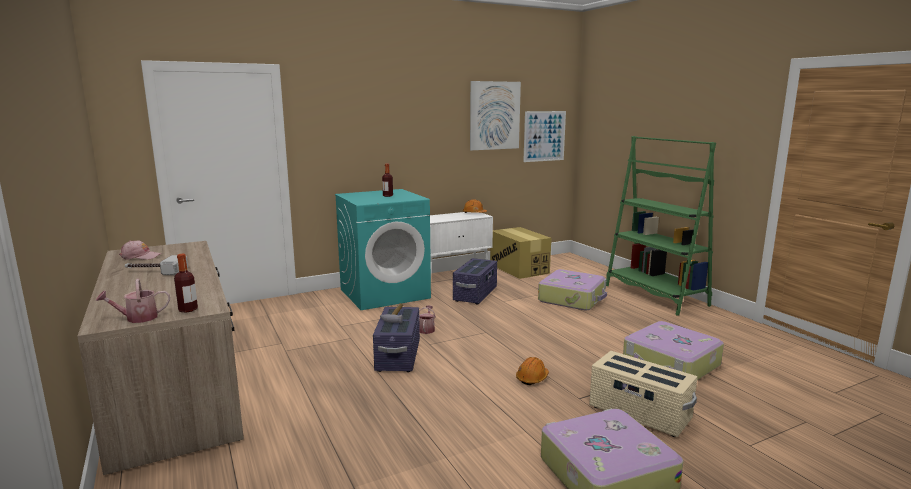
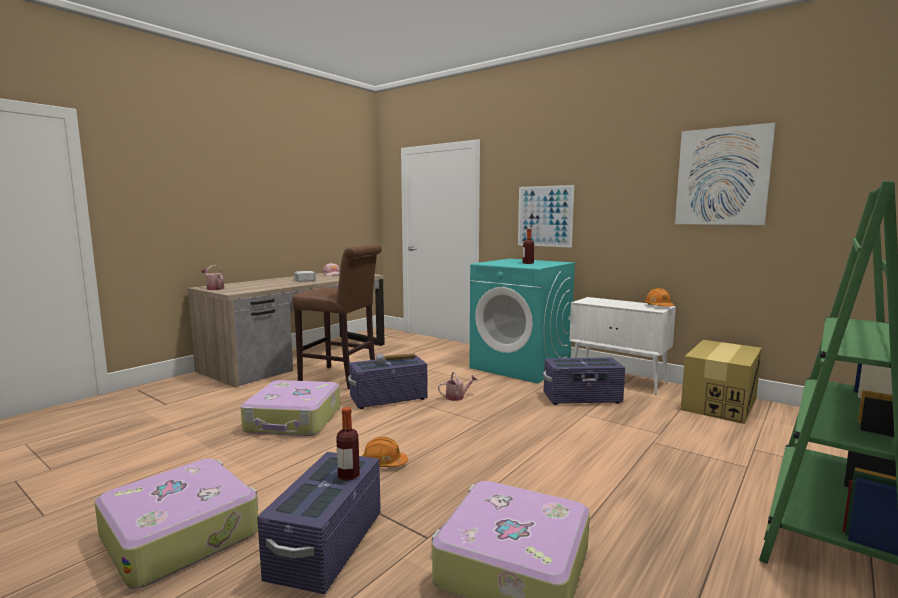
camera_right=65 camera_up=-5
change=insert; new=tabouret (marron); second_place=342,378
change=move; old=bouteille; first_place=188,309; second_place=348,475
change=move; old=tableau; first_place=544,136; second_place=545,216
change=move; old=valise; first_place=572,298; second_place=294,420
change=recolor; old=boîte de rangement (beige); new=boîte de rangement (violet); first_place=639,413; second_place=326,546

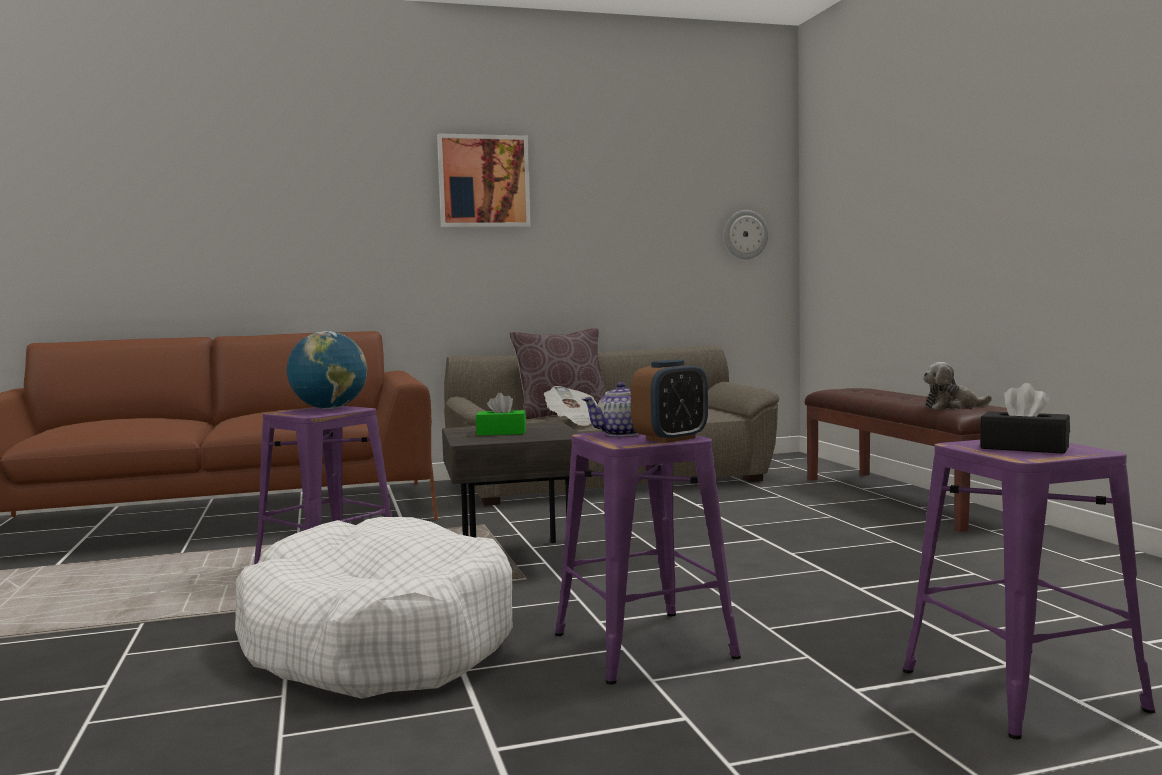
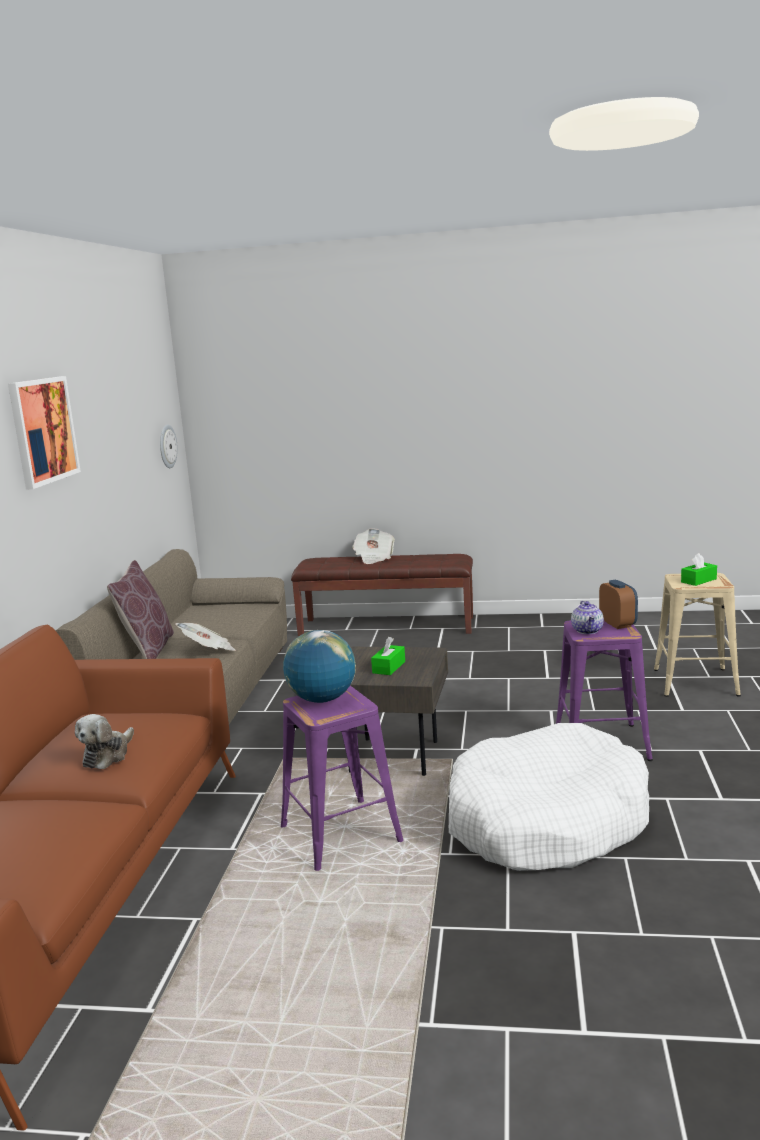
camera_right=-65 camera_up=10
change=insert; new=journal; second_place=374,558
change=move; old=peluche; first_place=952,407; second_place=107,755
change=recolor; old=tabouret (violet); new=tabouret (beige); first_place=1023,689; second_place=695,681
change=recolor; old=boîte à mouchoirs (noir); new=boîte à mouchoirs (vert); first_place=1024,448; second_place=698,580

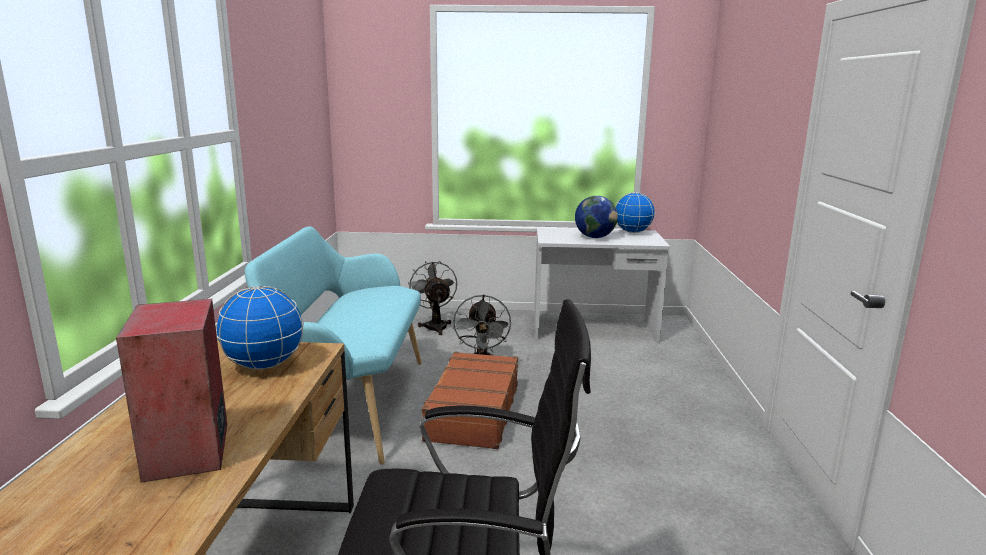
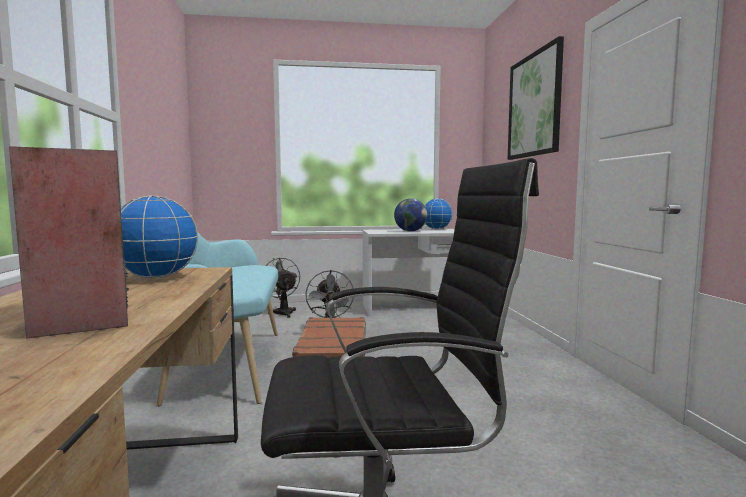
camera_right=-10 camera_up=-10
change=insert; new=tableau; second_place=534,105

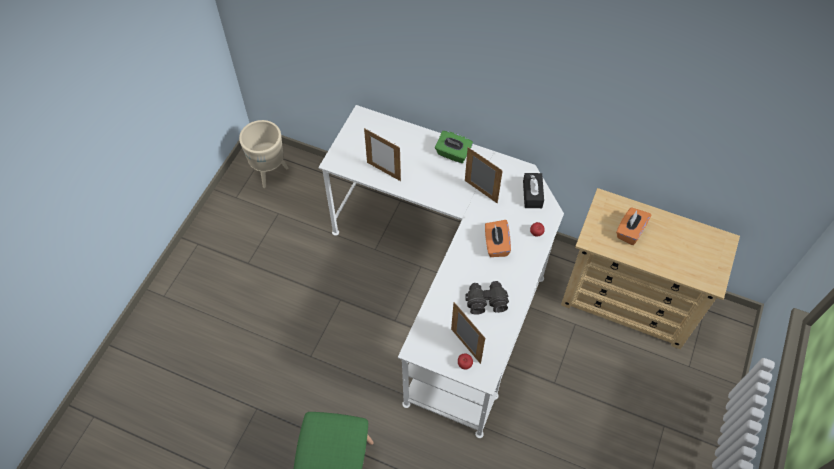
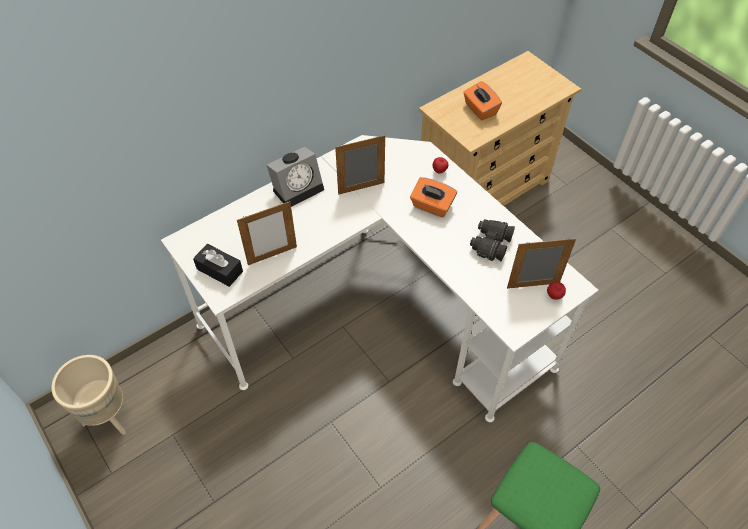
camera_right=-60 camera_up=-5
change=move; old=boîte à mouchoirs (noir); first_place=532,194; second_place=219,270
change=replace; old=boîte à mouchoirs (vert); new=réveil; first_place=453,154; second_place=298,188

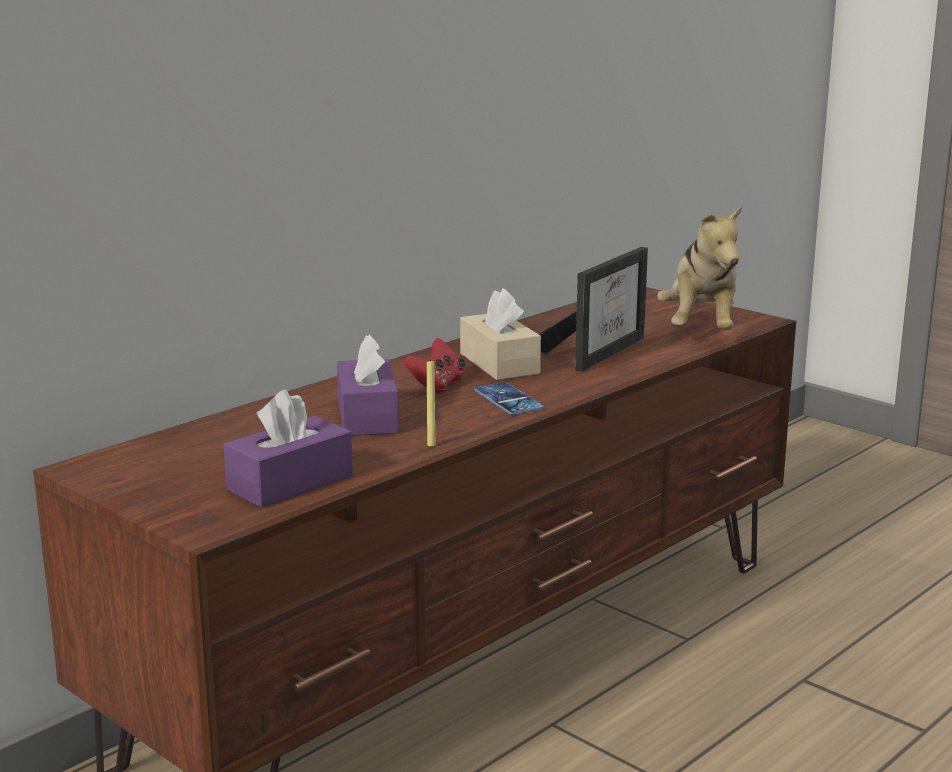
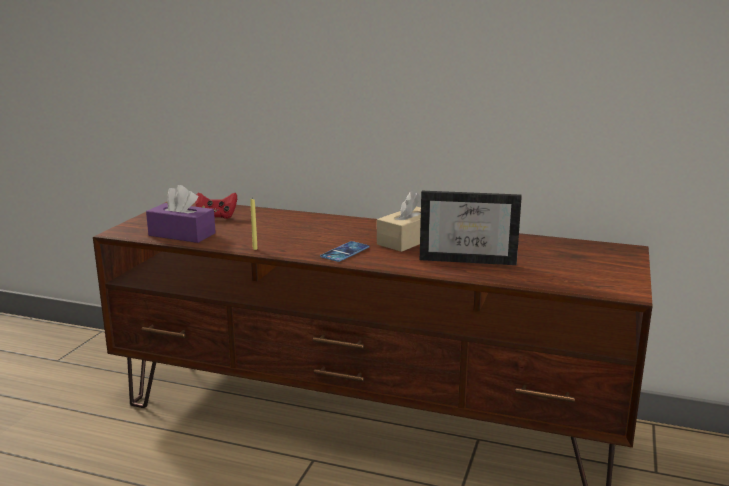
camera_right=65 camera_up=0
change=delete; old=boîte à mouchoirs (violet); first_place=367,417
change=delete; old=peluche; first_place=701,329
change=move; old=manette (rouge); first_place=437,386; second_place=216,217

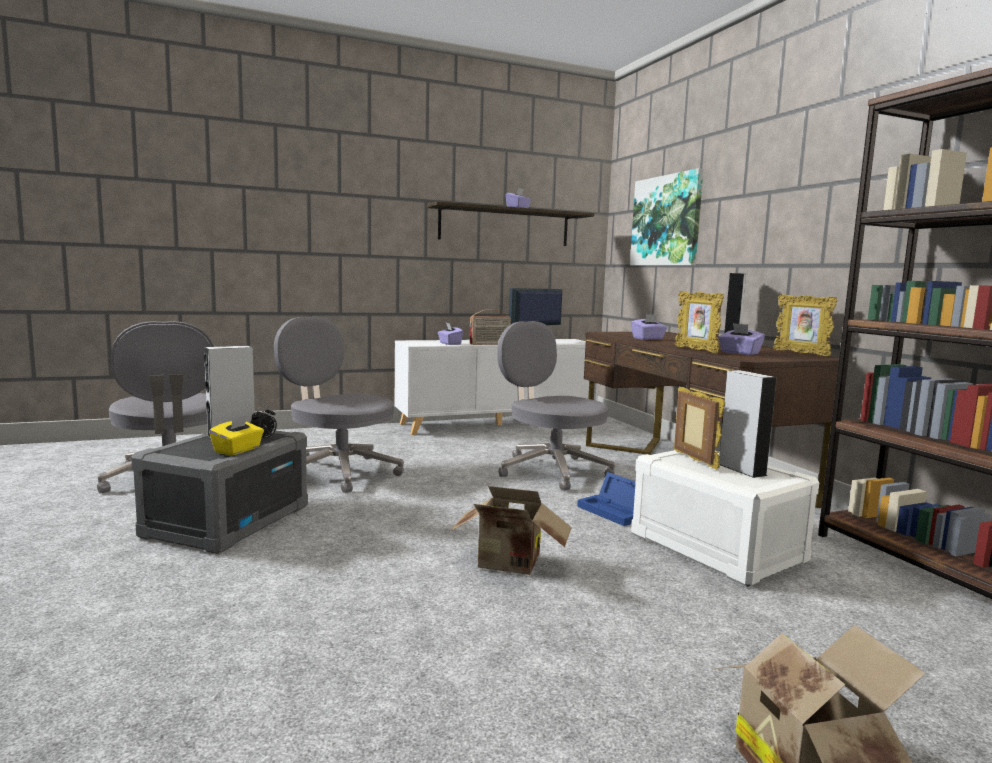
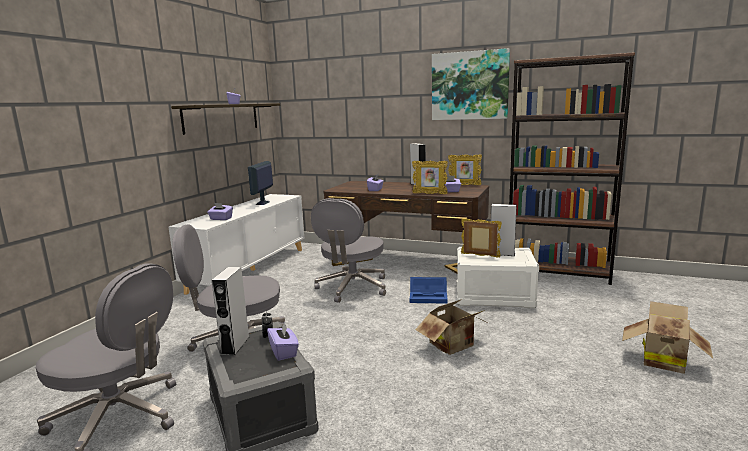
camera_right=-45 camera_up=5
change=delete; old=radio; first_place=490,344
change=move; old=tableau; first_place=666,221; second_place=469,86
change=recolor; old=boîte à mouchoirs (jaune); new=boîte à mouchoirs (violet); first_place=238,450; second_place=284,352
change=rotate; old=chaise de bureau (gris); first_place=551,470; second_place=352,288; degrees=-75

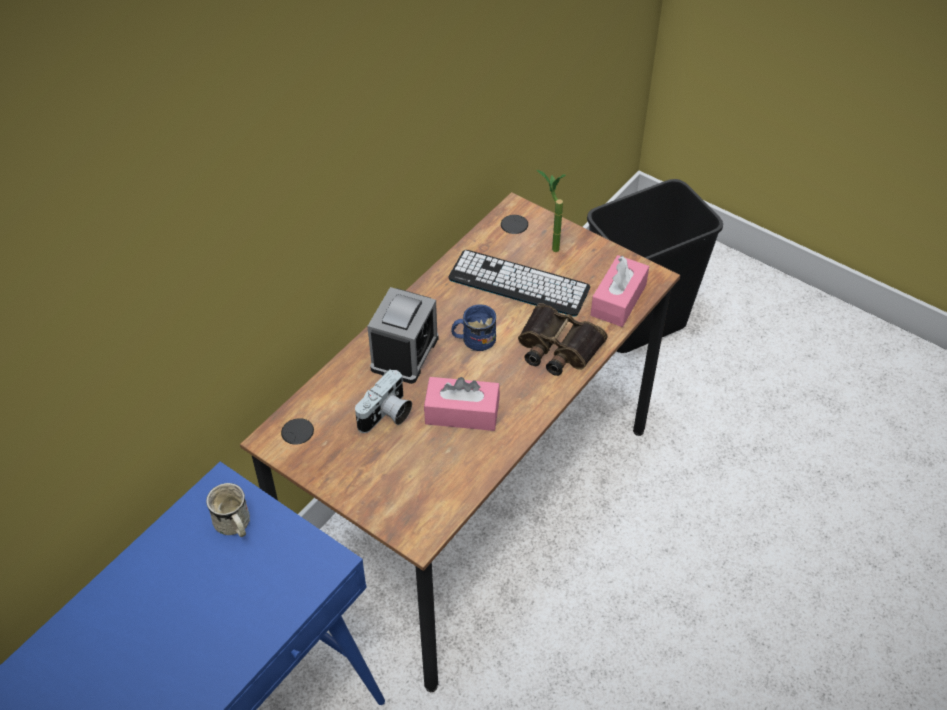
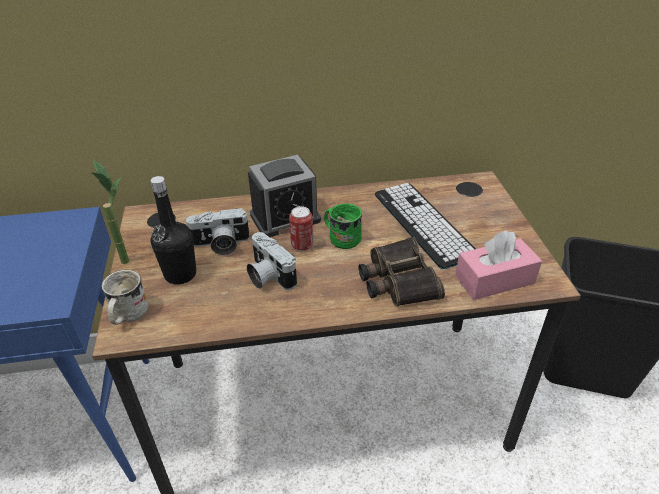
camera_right=45 camera_up=-10
change=insert; new=bouteille (noir); second_place=180,274
change=insert; new=boîte métallique; second_place=302,246
change=move; old=mug (blanc); first_place=234,526; second_place=127,315
change=move; old=plante en pot; first_place=549,246; second_place=125,256
change=replace; old=boîte à mouchoirs (rose); new=appareil photo; first_place=462,413; second_place=268,276
change=recolor; old=mug (bleu); new=mug (vert); first_place=473,340; second_place=341,238

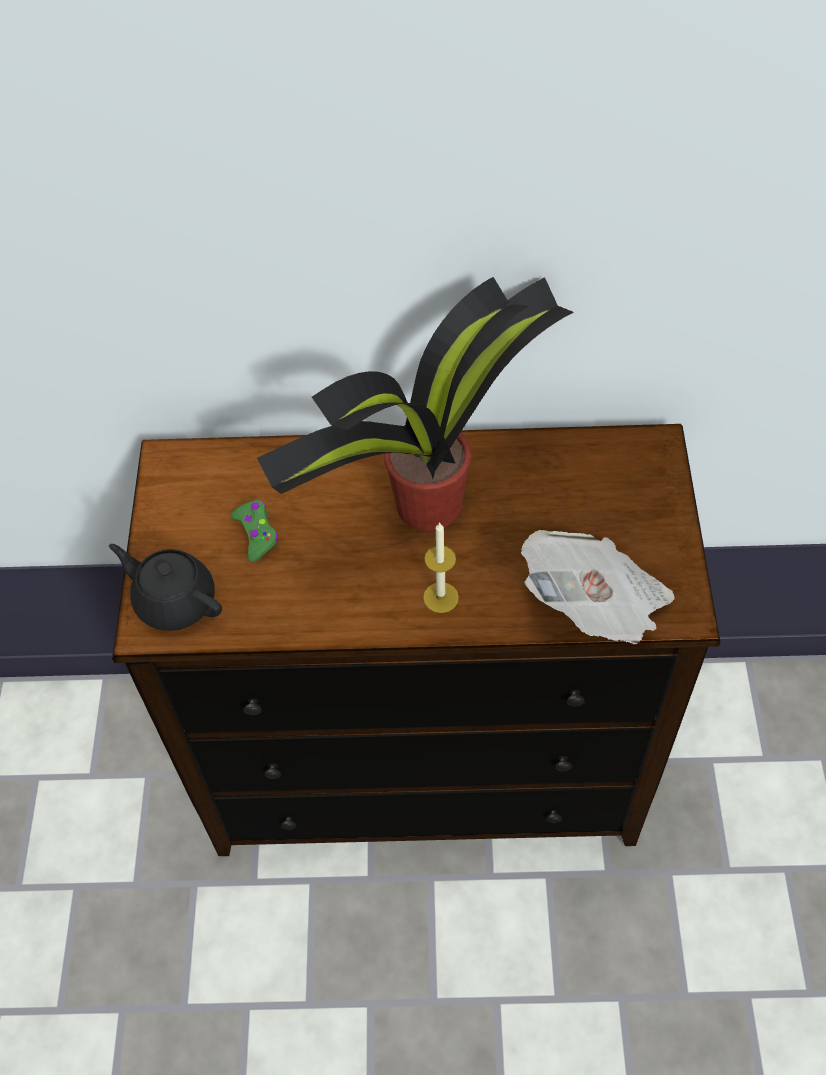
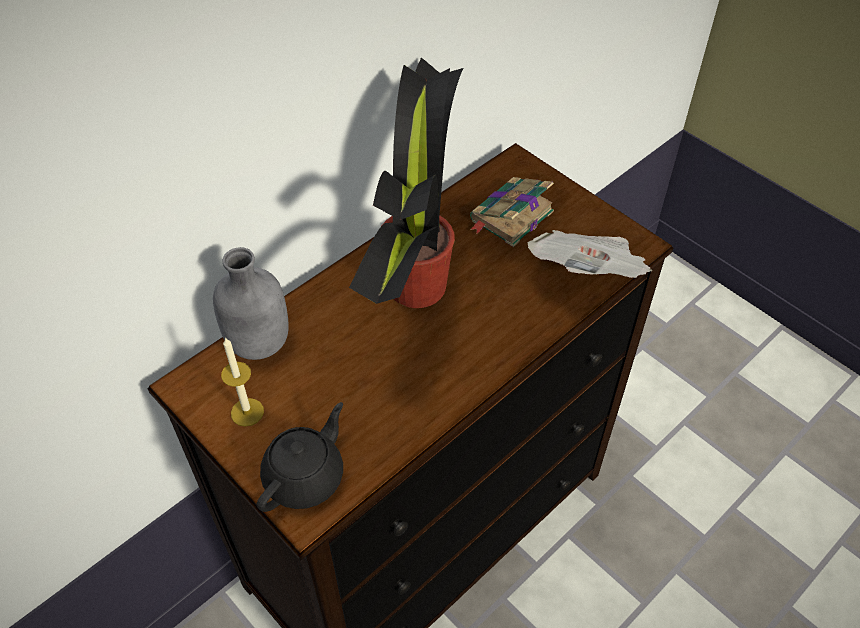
camera_right=-45 camera_up=-5
change=delete; old=manette (vert); first_place=256,533
change=insert; new=bouteille (gris); second_place=258,344
change=insert; new=livre; second_place=510,217
change=move; old=bougie; first_place=441,597; second_place=247,412
change=rotate; old=théière (noir); first_place=174,600; second_place=306,477; degrees=135

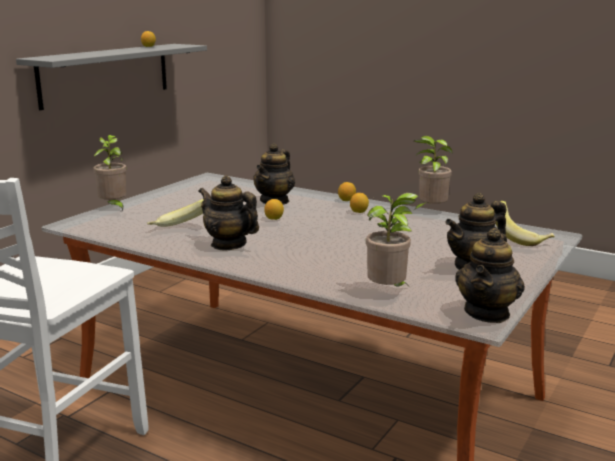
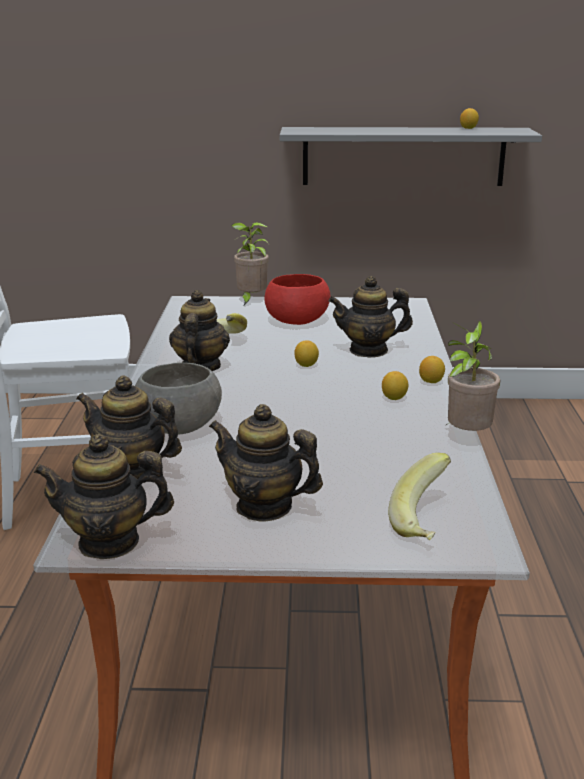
camera_right=60 camera_up=5
change=insert; new=bol (gris); second_place=179,425
change=insert; new=bol (rouge); second_place=297,320
change=replace; old=plante en pot; new=théière; first_place=389,292; second_place=131,472

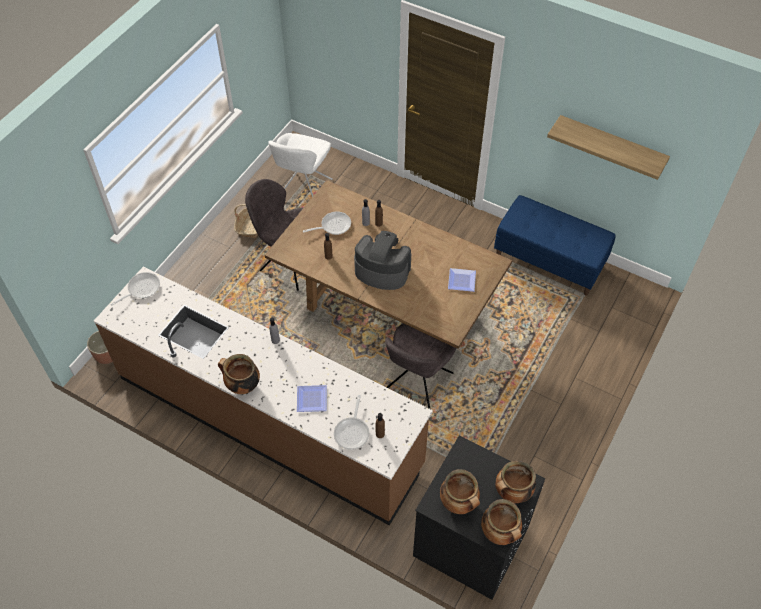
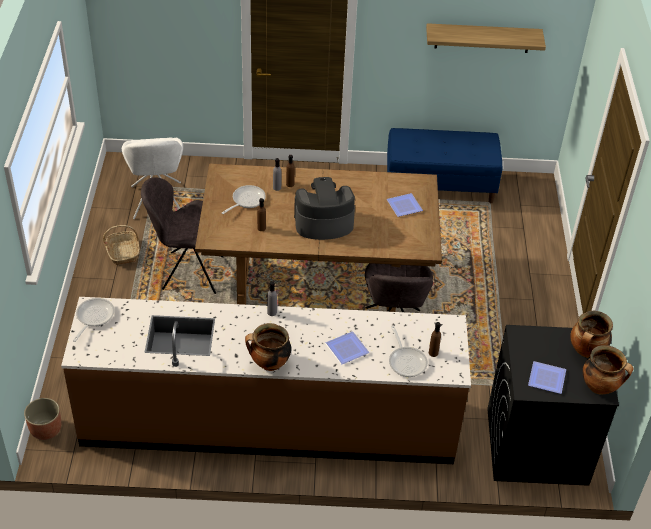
camera_right=-30 camera_up=-10
change=replace; old=marmite; new=assiette; first_place=459,503; second_place=548,378

